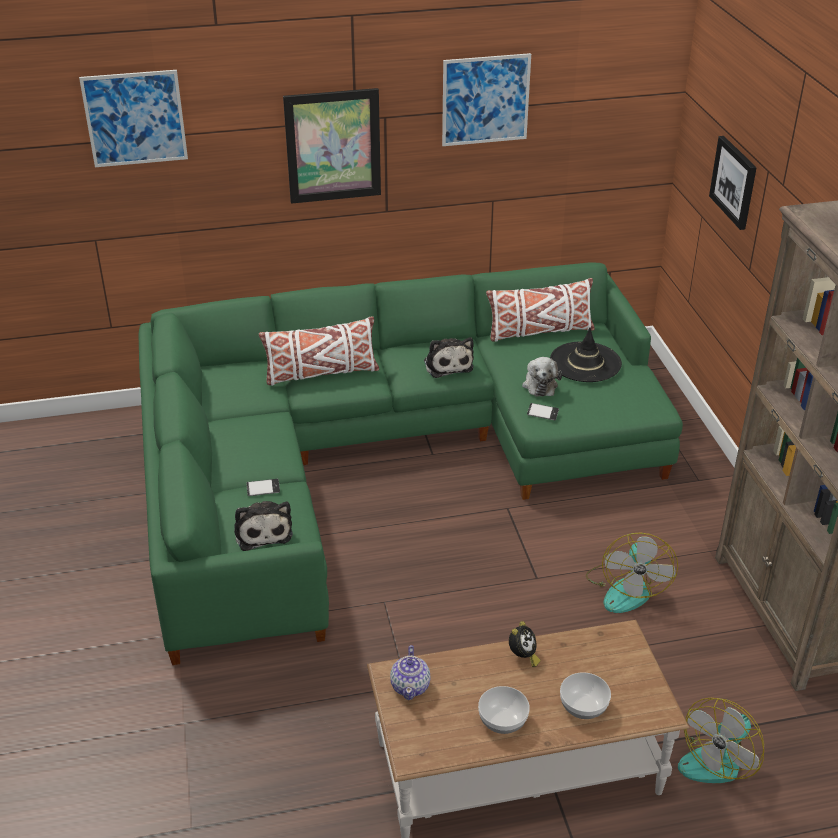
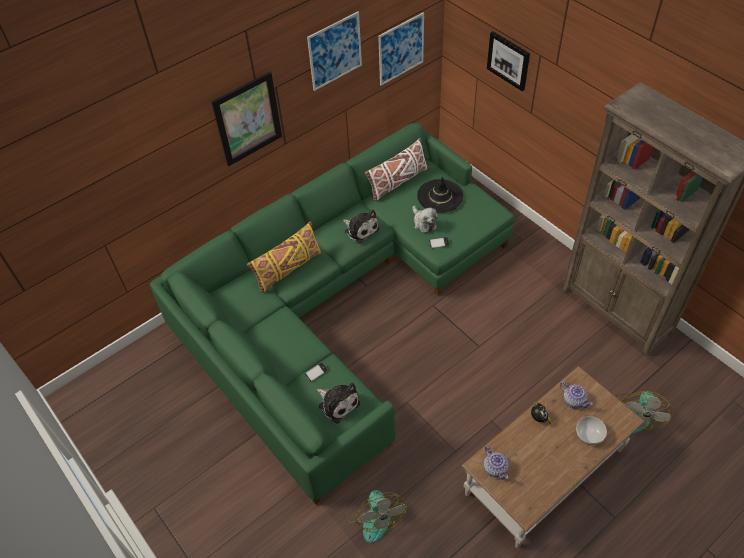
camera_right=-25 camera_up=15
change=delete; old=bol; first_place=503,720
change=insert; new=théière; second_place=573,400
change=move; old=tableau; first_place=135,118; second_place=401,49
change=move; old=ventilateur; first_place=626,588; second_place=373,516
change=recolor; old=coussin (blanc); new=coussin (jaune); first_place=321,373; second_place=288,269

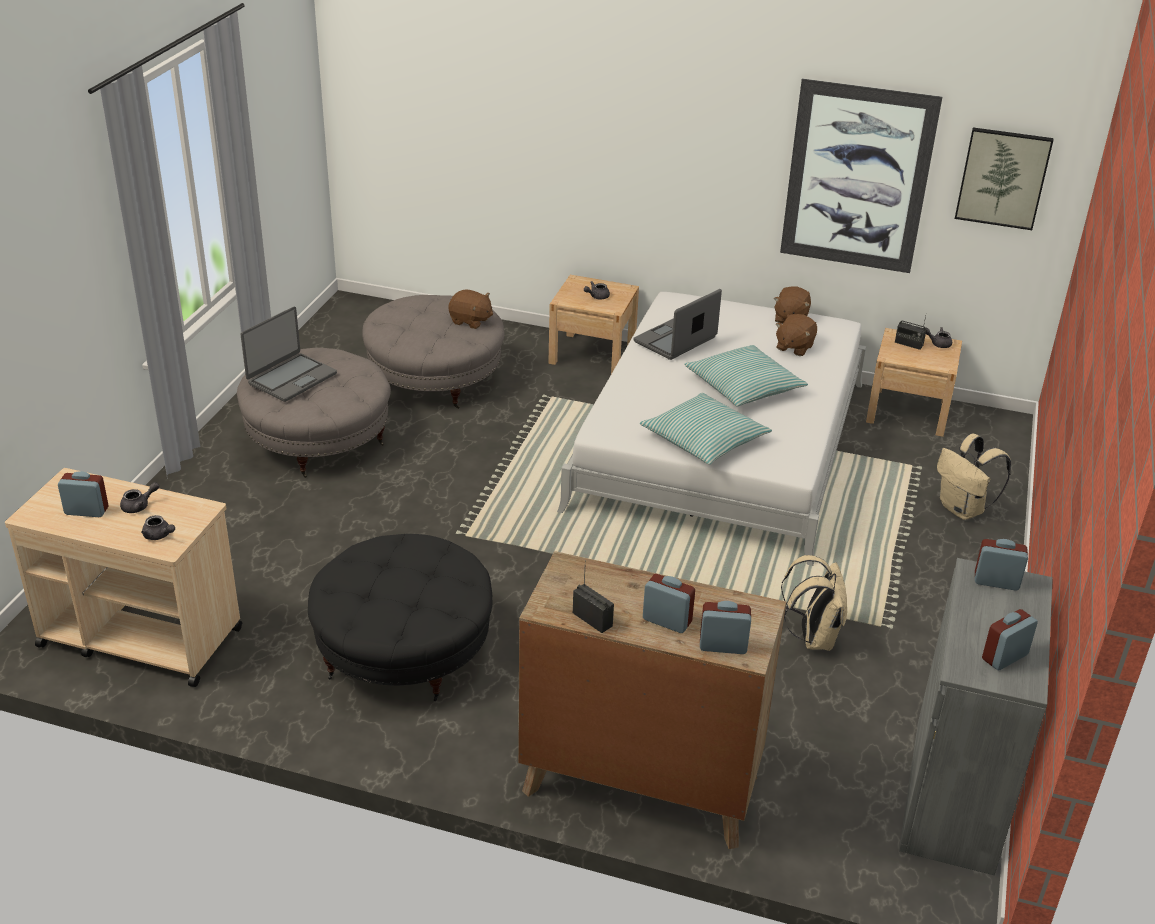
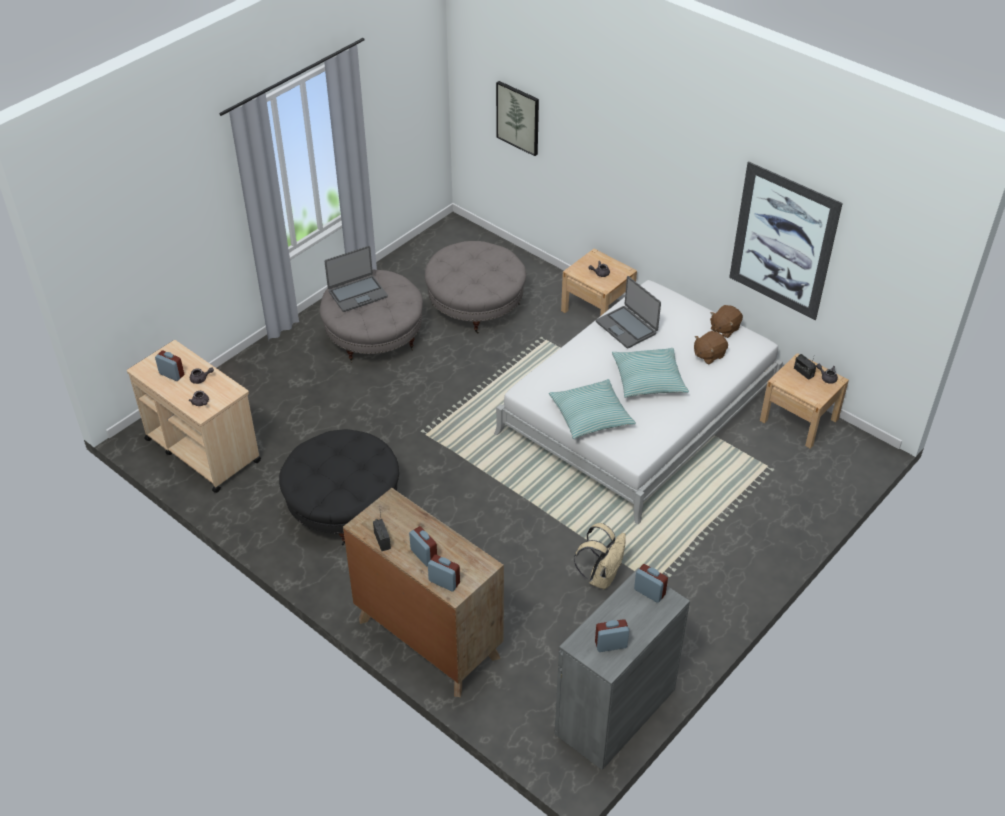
camera_right=25 camera_up=10
change=delete; old=peluche (marron); first_place=470,321
change=delete; old=sac à dos (beige); first_place=963,510
change=move; old=tableau; first_place=1003,178; second_place=518,117
change=rotate; old=ordinateur portable; first_place=675,340; second_place=627,327; degrees=-105

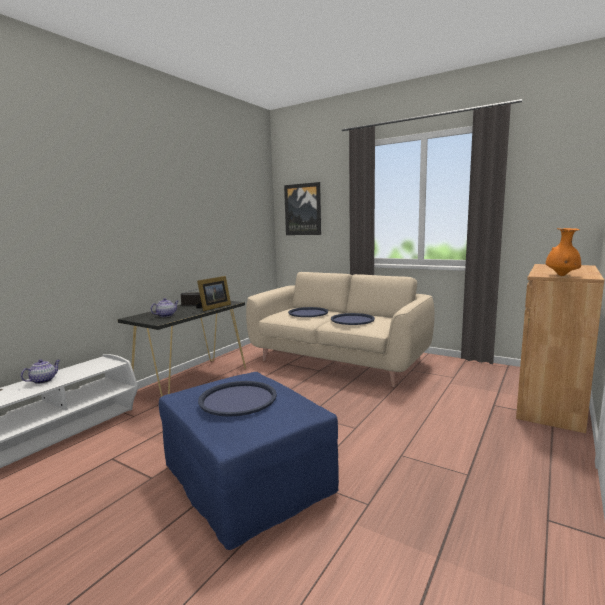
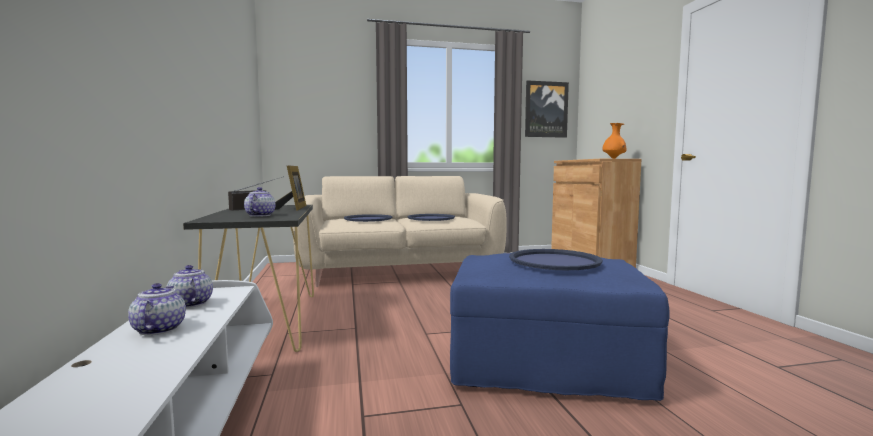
camera_right=-45 camera_up=-5
change=insert; new=théière; second_place=190,304
change=move; old=tableau; first_place=303,209; second_place=546,109

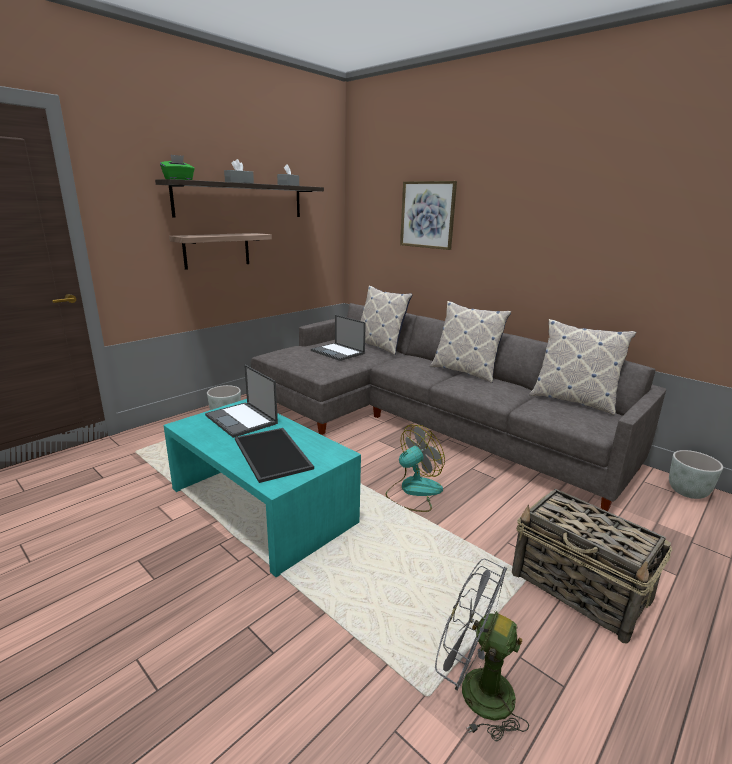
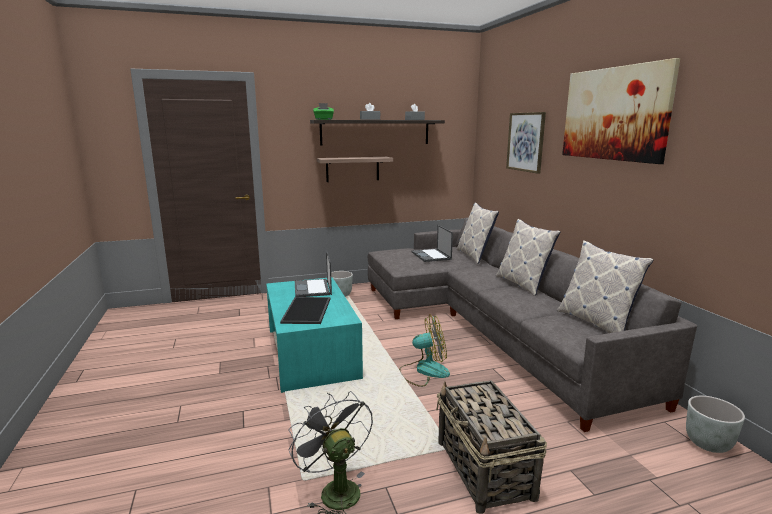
camera_right=30 camera_up=-5
change=insert; new=tableau; second_place=614,114

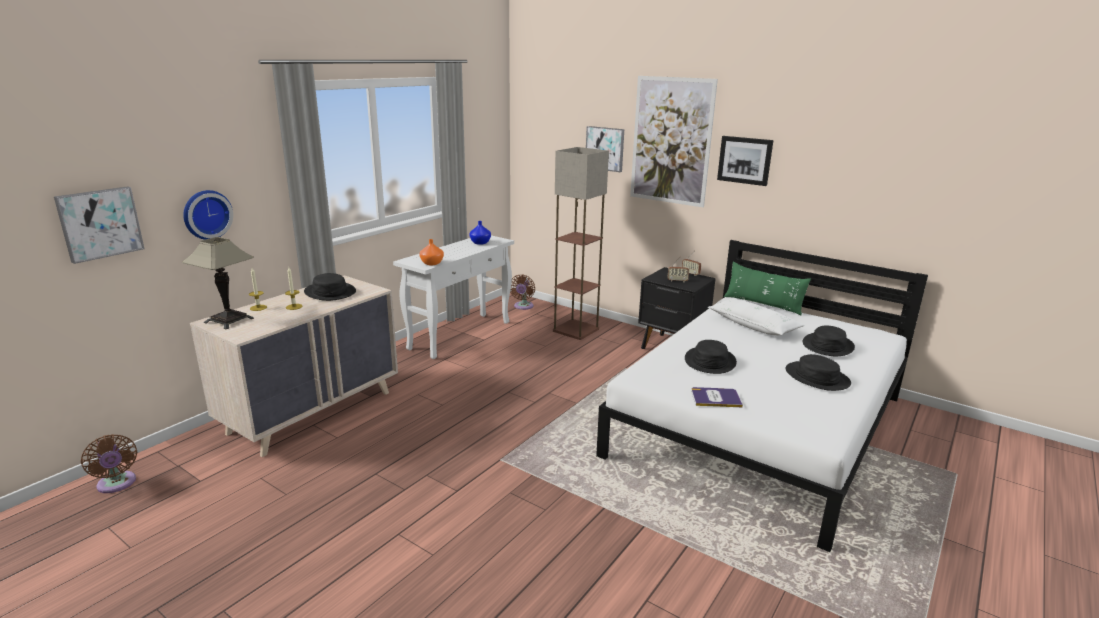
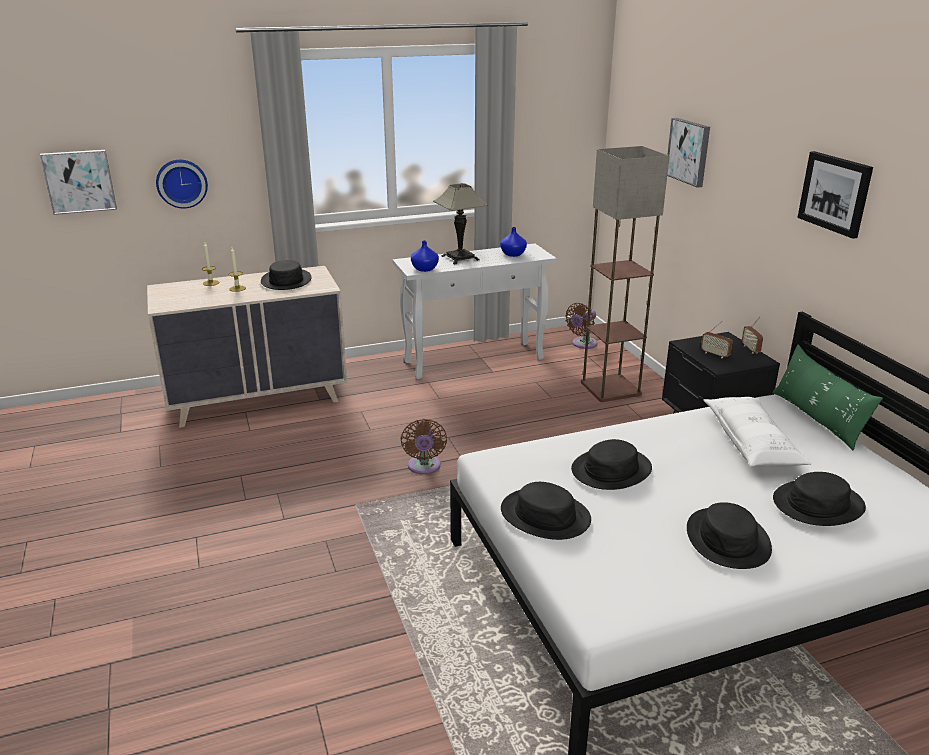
camera_right=35 camera_up=5
change=delete; old=tableau; first_place=671,141
change=move; old=ventilateur (marron); first_place=117,484; second_place=424,467
change=move; old=lampe de table; first_place=229,320; second_place=460,258
change=replace; old=livre; new=chapeau (noir); first_place=715,398; second_place=545,515
change=recolor; old=vase (orange); new=vase (bleu); first_place=432,263; second_place=425,269

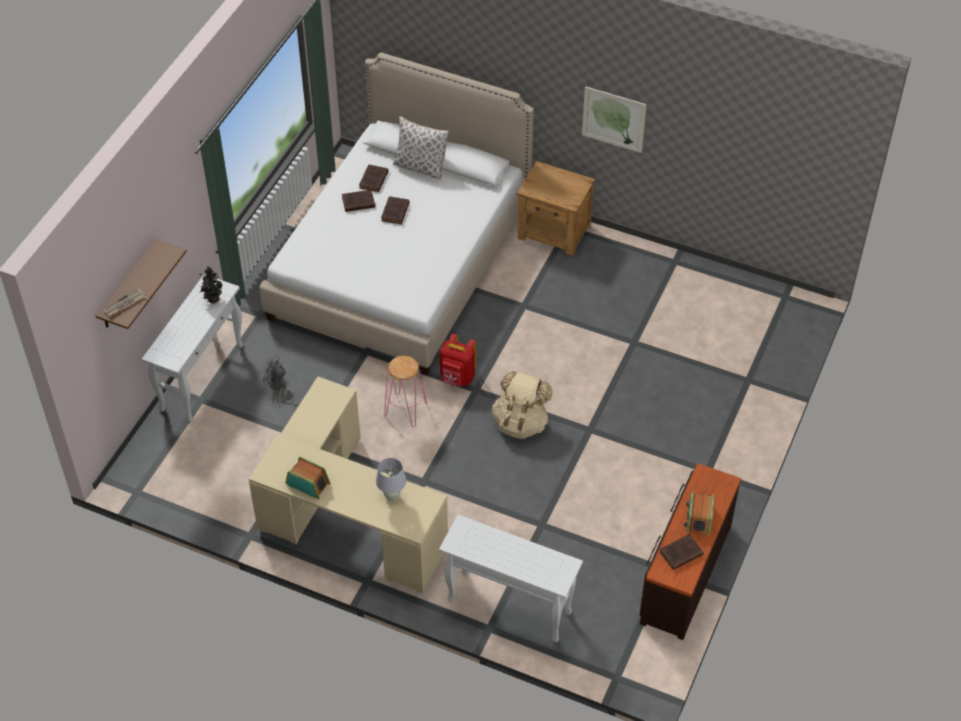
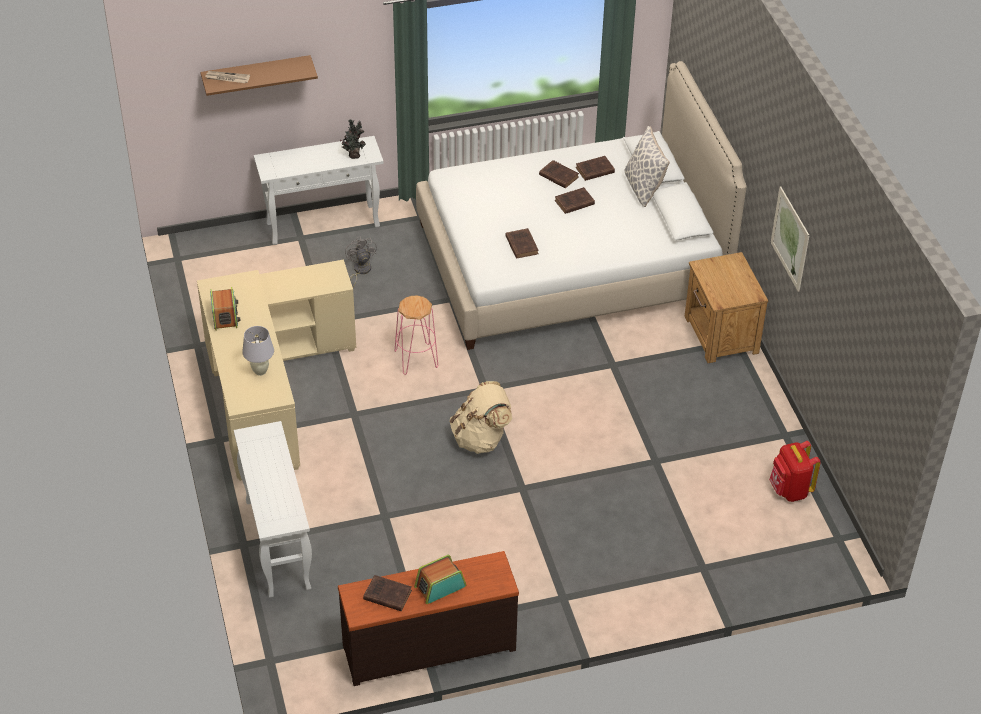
camera_right=50 camera_up=-5
change=insert; new=livre (marron); second_place=521,244
change=move; old=sac à dos (rouge); first_place=457,378; second_place=789,490

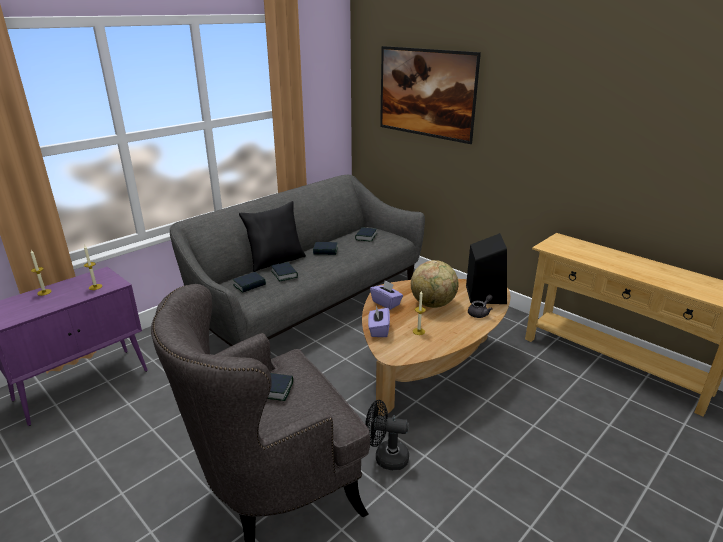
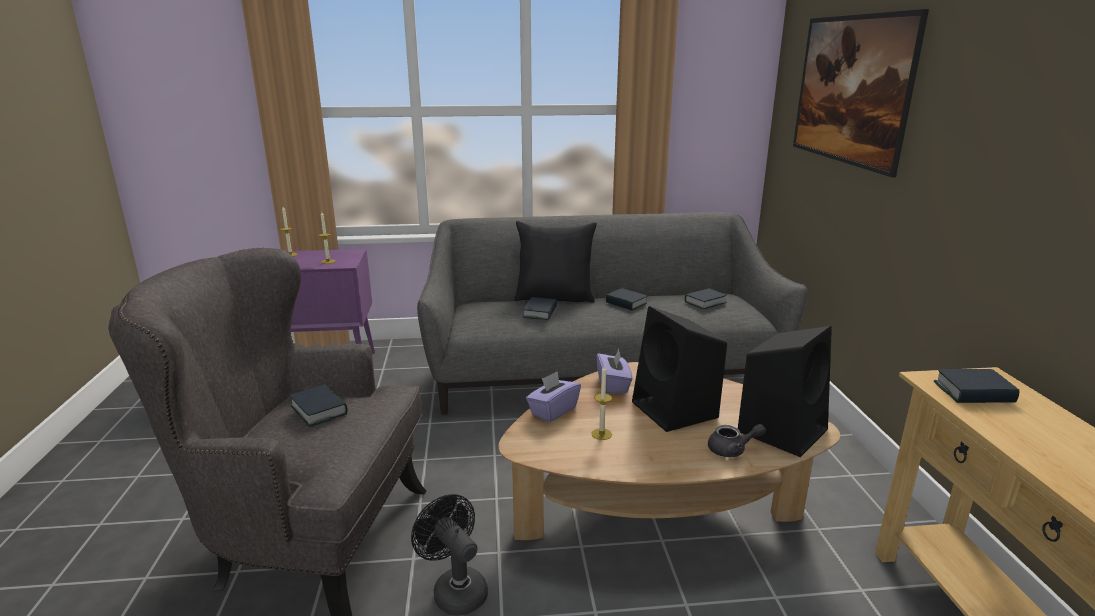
camera_right=40 camera_up=-5
change=move; old=livre; first_place=249,285; second_place=974,393
change=replace; old=globe; new=enceinte (noir); first_place=433,304; second_place=676,410

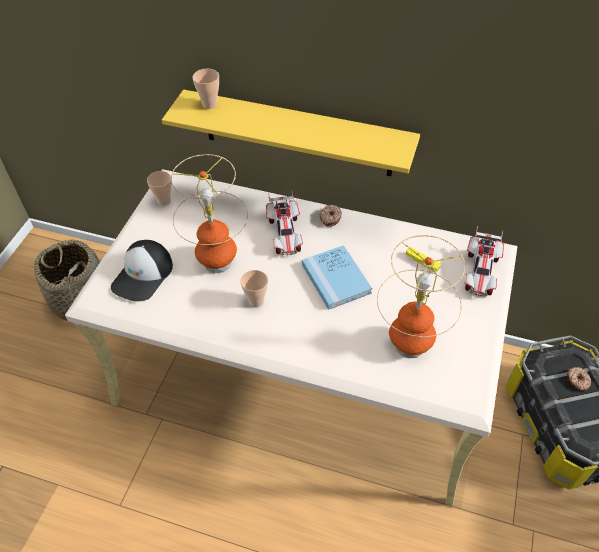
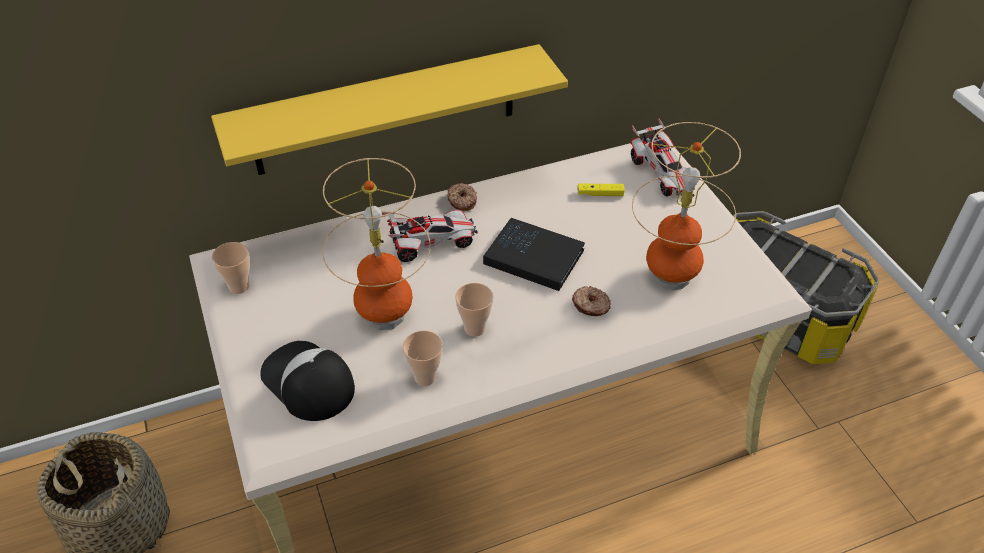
camera_right=-40 camera_up=-5
change=move; old=tasse; first_place=209,104; second_place=425,377
change=move; old=beignet; first_place=577,381; second_place=590,306
change=recolor; old=livre (bleu); new=livre (noir); first_place=336,279; second_place=534,257
change=rotate; old=casquette; first_place=143,275; second_place=307,382; degrees=150
change=rotate; old=petite voiture; first_place=285,234; second_place=431,243; degrees=-60

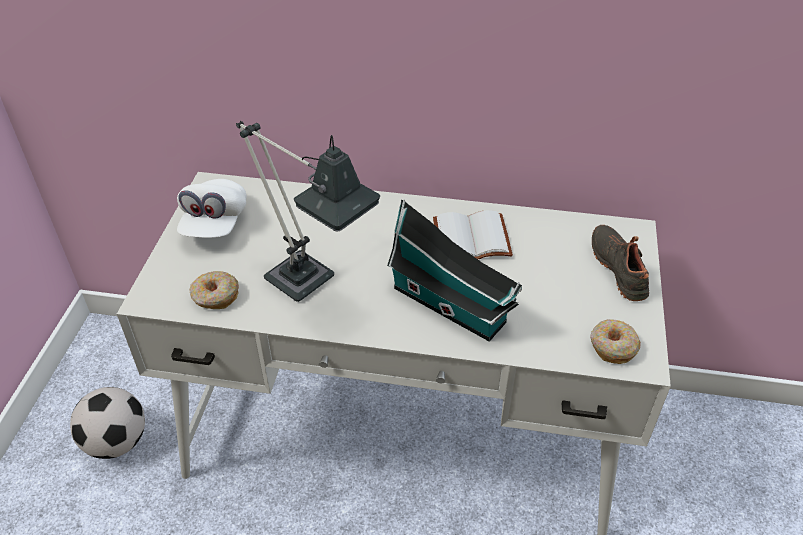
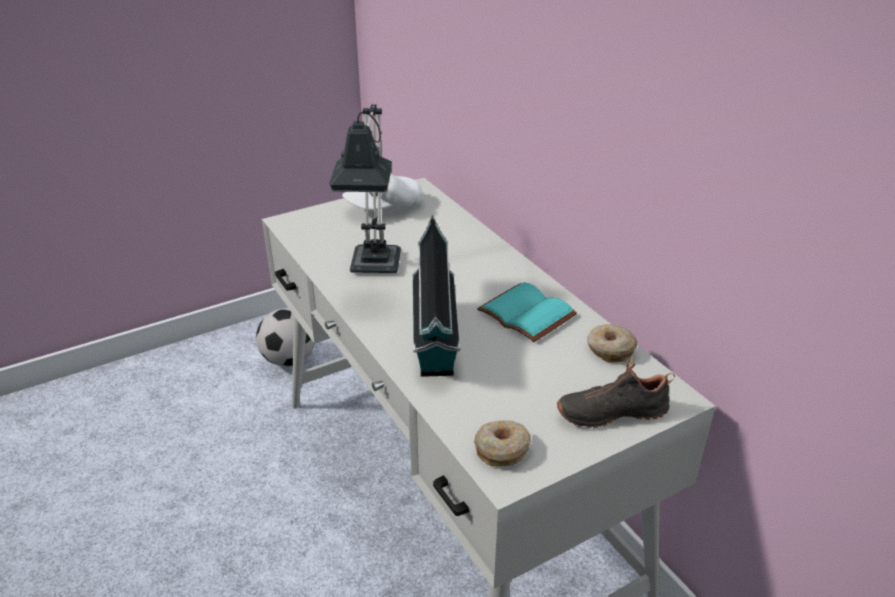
camera_right=50 camera_up=-10
change=move; old=beignet; first_place=215,296; second_place=610,349
change=recolor; old=livre (blanc); new=livre (turquoise); first_place=470,240; second_place=524,314
change=rotate; old=chaussure (noir); first_place=620,268; second_place=611,411; degrees=-135

